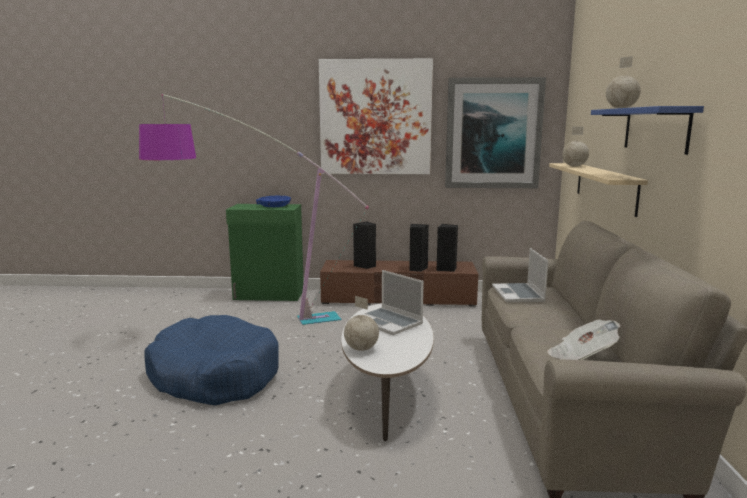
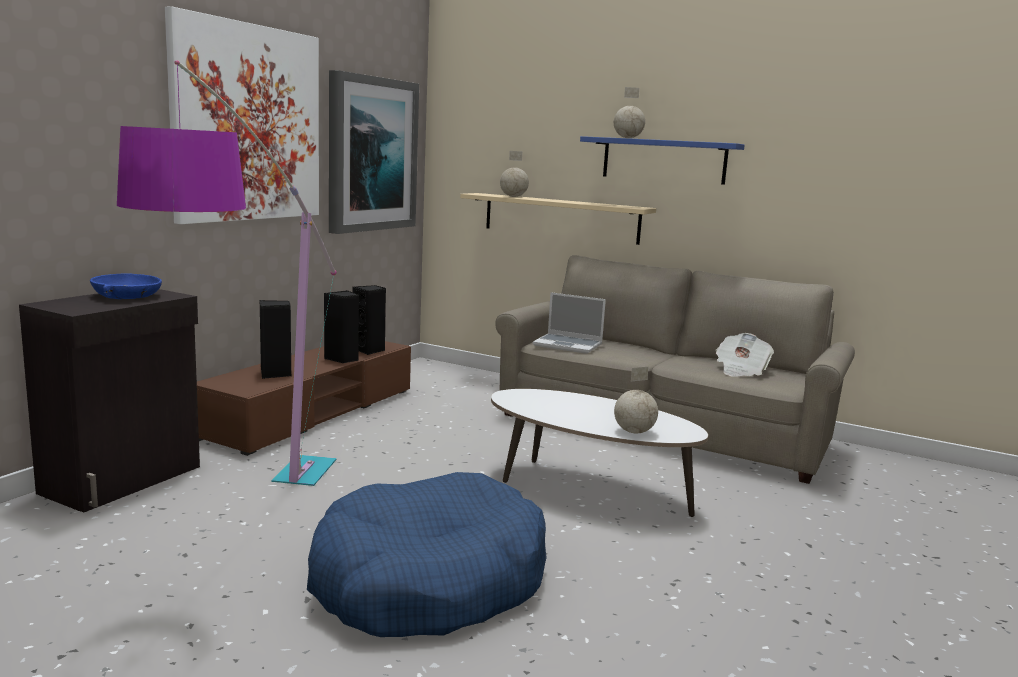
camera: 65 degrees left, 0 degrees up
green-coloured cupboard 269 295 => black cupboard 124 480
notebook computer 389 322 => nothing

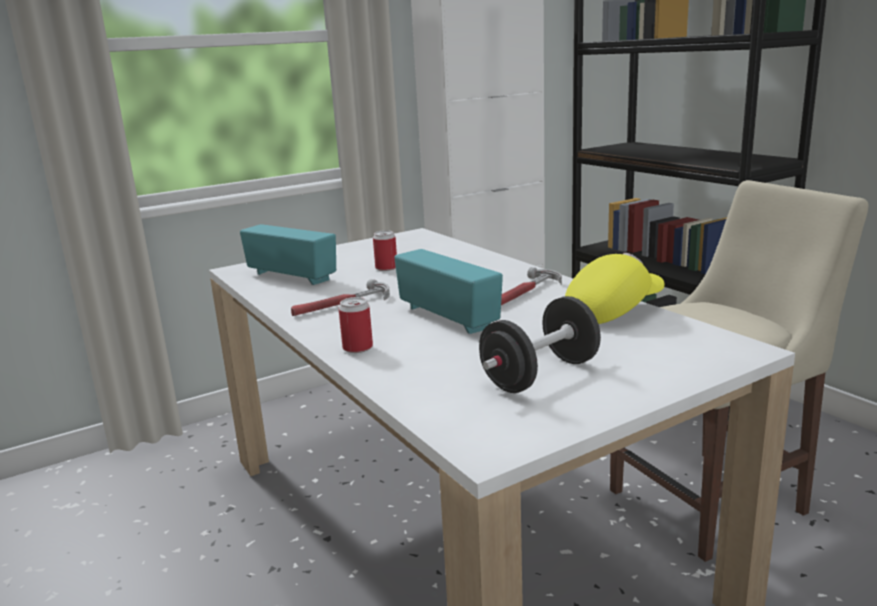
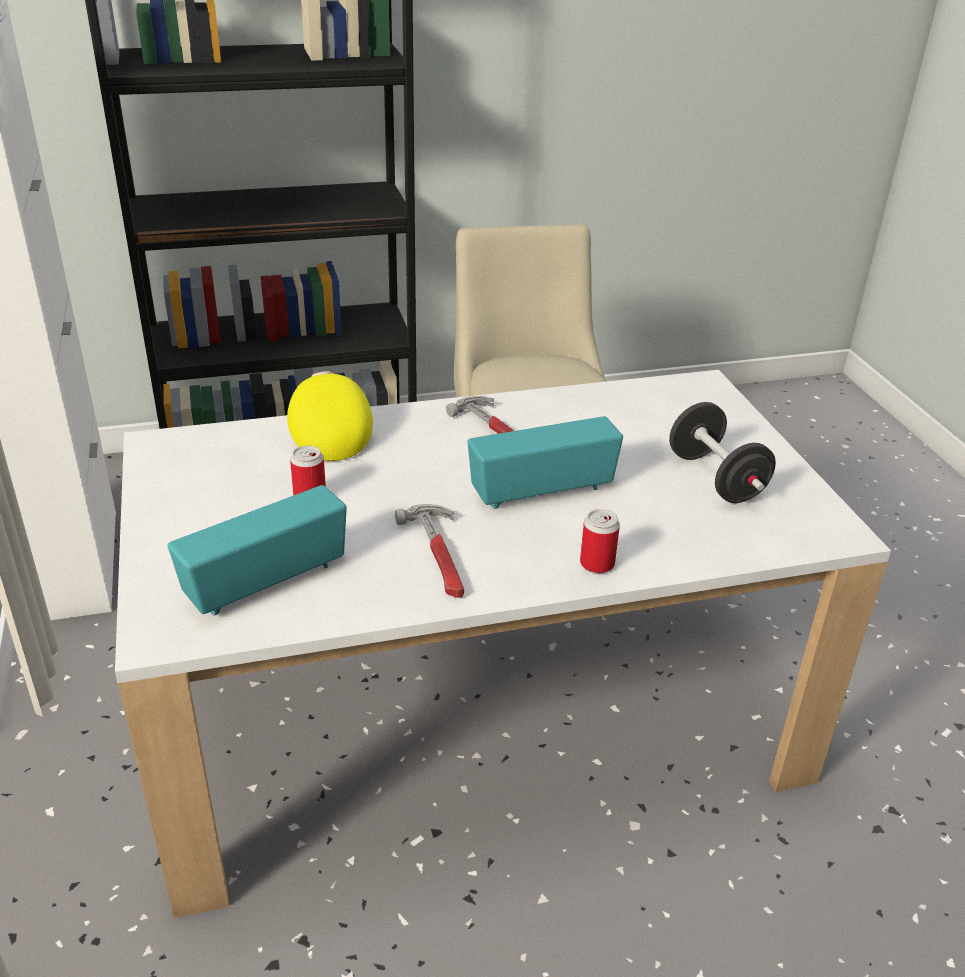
camera: 75 degrees left, 15 degrees up
yellow-coloured cap 612 311 => yellow-coloured cap 328 434, moved

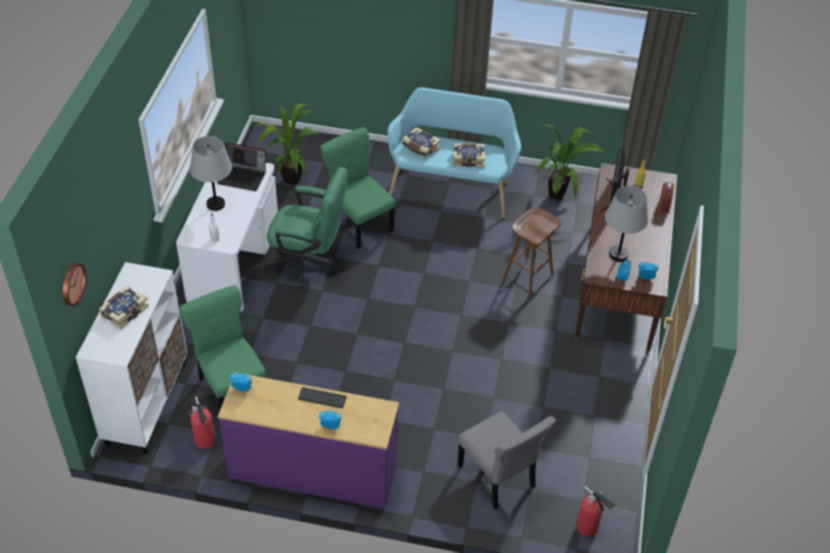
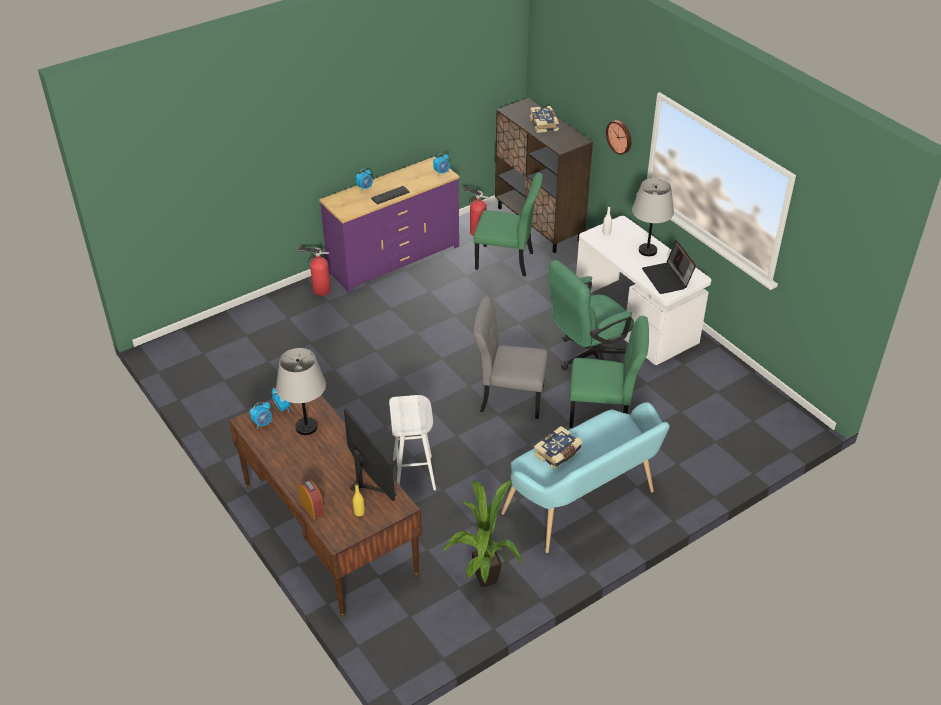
camera: 135 degrees right, 5 degrees down
houseplant 289 179 => nothing
volume 420 148 => nothing
notebook computer 243 177 => notebook computer 667 278, 75 degrees counterclockwise
brownish stool seat 527 277 => white stool seat 414 475
white cupboard 146 403 => brownish cupboard 539 224
wall clock 71 284 => wall clock 620 136, moved
gray chair 498 478 => gray chair 509 398, moved
fire-fighting cylinder 588 528 => fire-fighting cylinder 319 290, moved

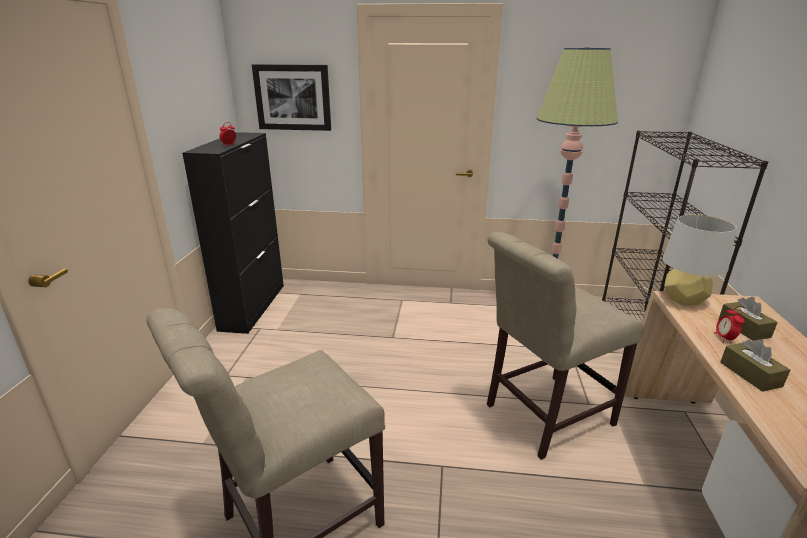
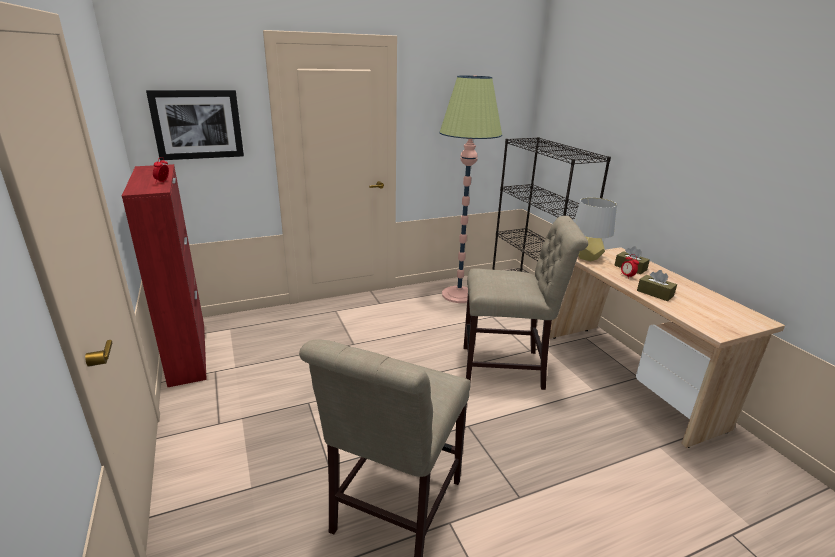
camera: 30 degrees left, 0 degrees up
black cupboard 253 306 => reddish cupboard 188 353
sand-coloured chair 543 416 => sand-coloured chair 508 368, 120 degrees counterclockwise

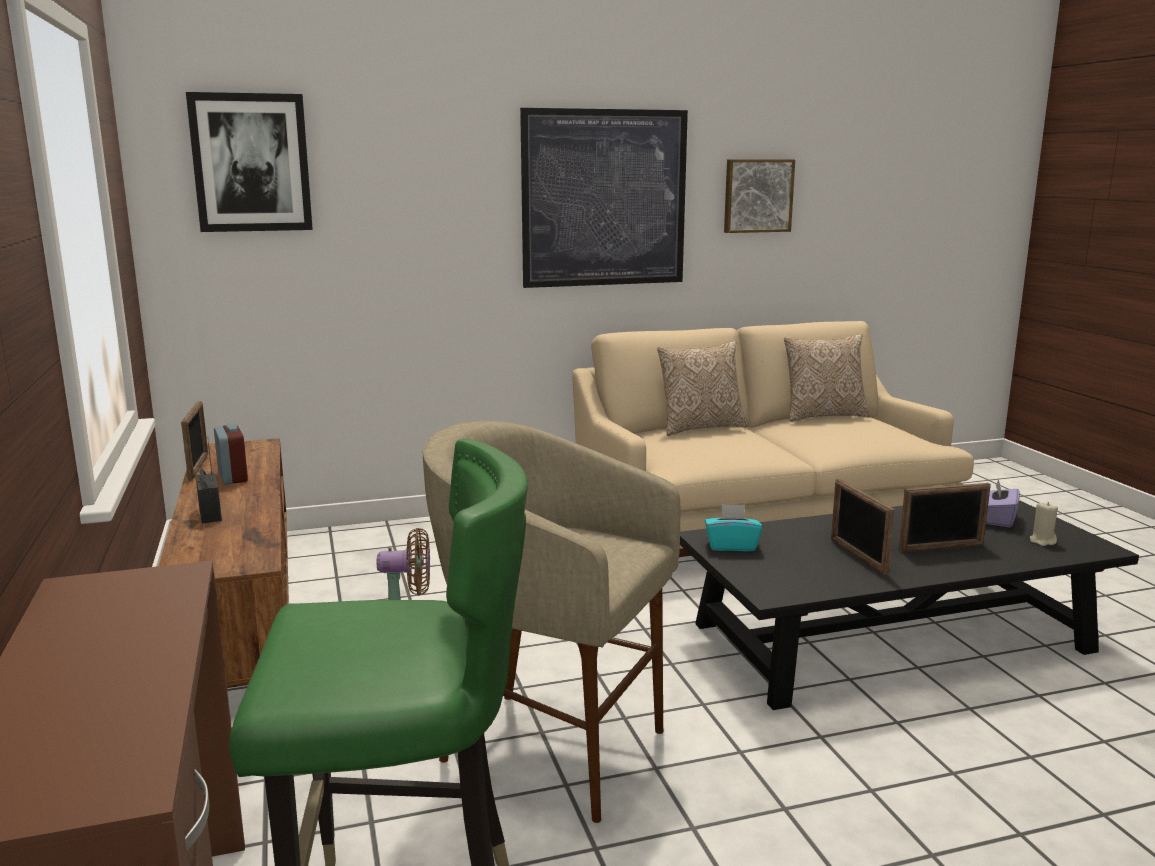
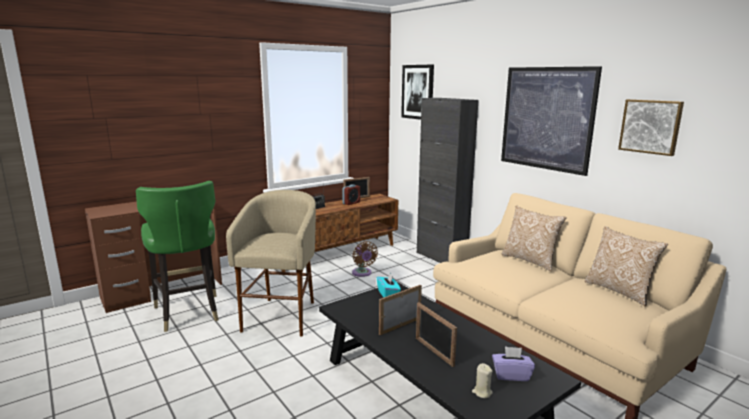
camera: 70 degrees right, 0 degrees up
nothing => black cupboard 441 258

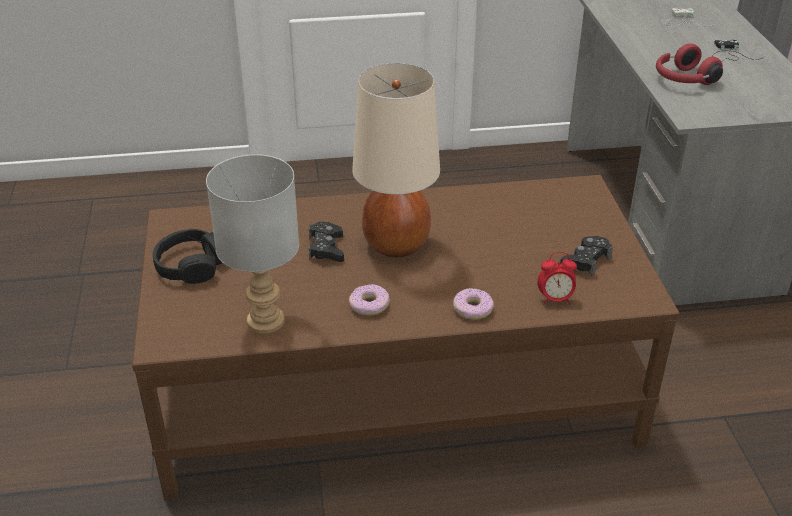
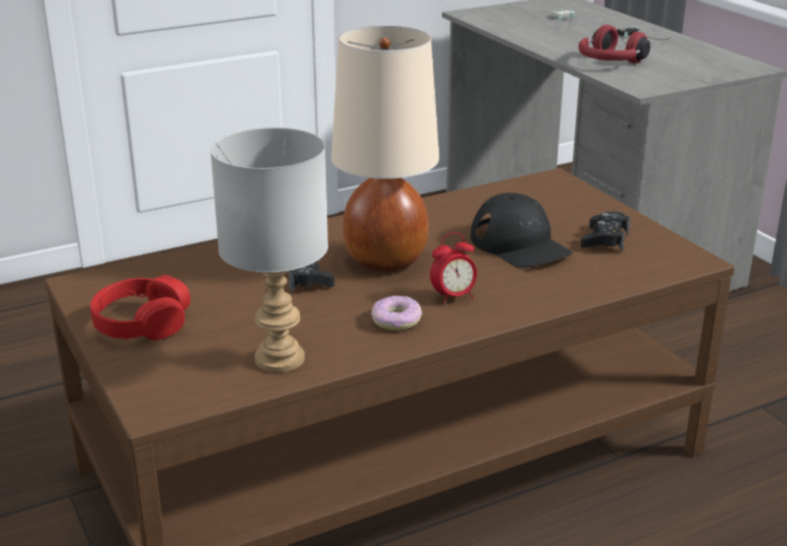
camera: 20 degrees left, 10 degrees down
black pair of headphones 191 265 => reddish pair of headphones 141 323
alarm clock 555 299 => alarm clock 453 297, moved
donut 472 309 => nothing
nothing => black cap 520 245

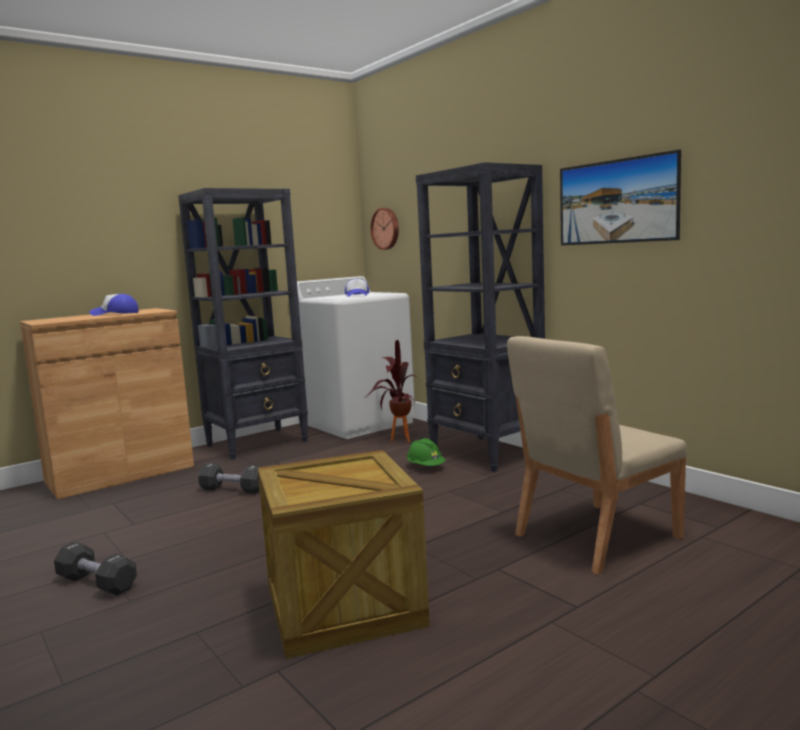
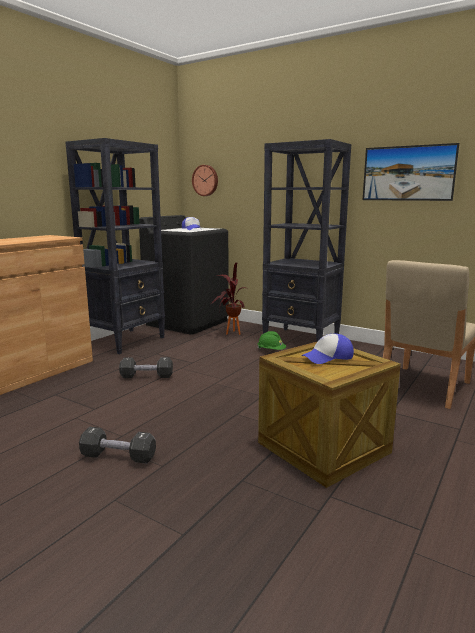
camera: 20 degrees left, 5 degrees up
white laundry machine 358 422 => black laundry machine 187 322
cap 115 314 => cap 328 357, moved

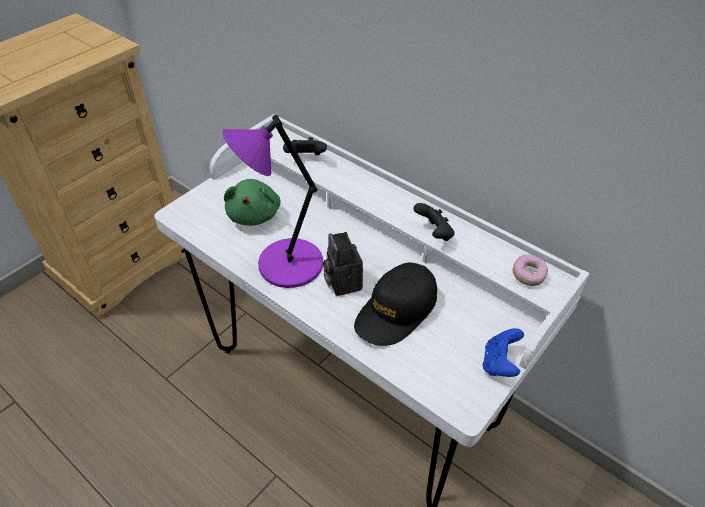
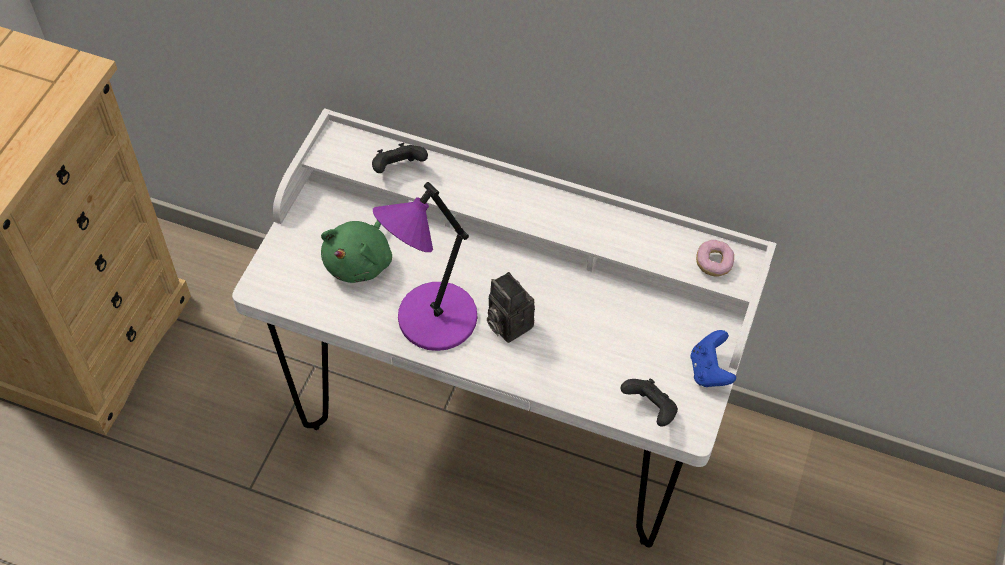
camera: 20 degrees left, 10 degrees up
green-coloured soft toy 254 214 => green-coloured soft toy 360 261, 45 degrees clockwise
black game controller 434 233 => black game controller 650 409, moved
black cap 396 311 => nothing

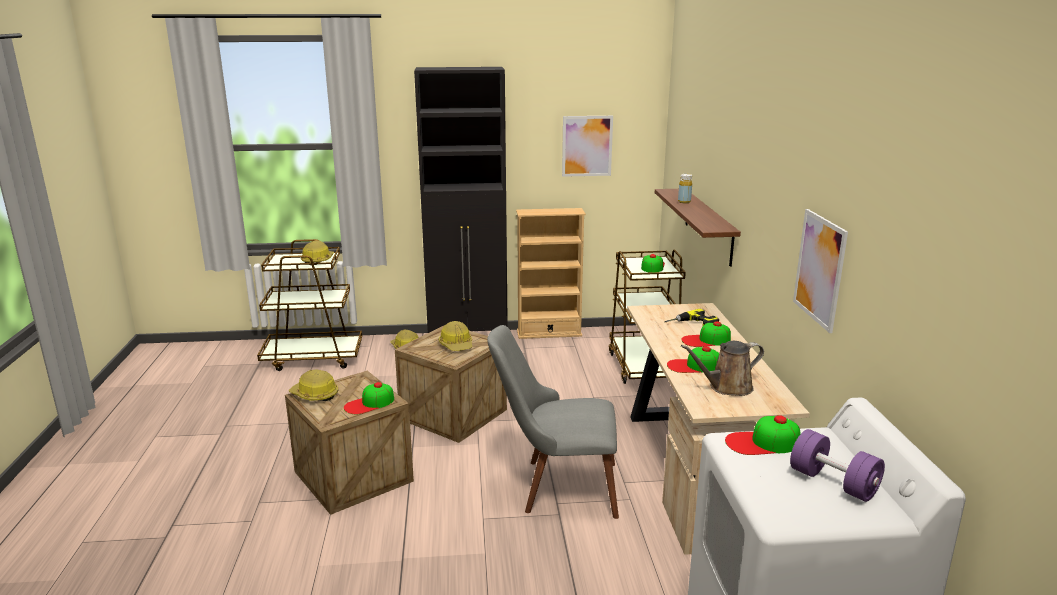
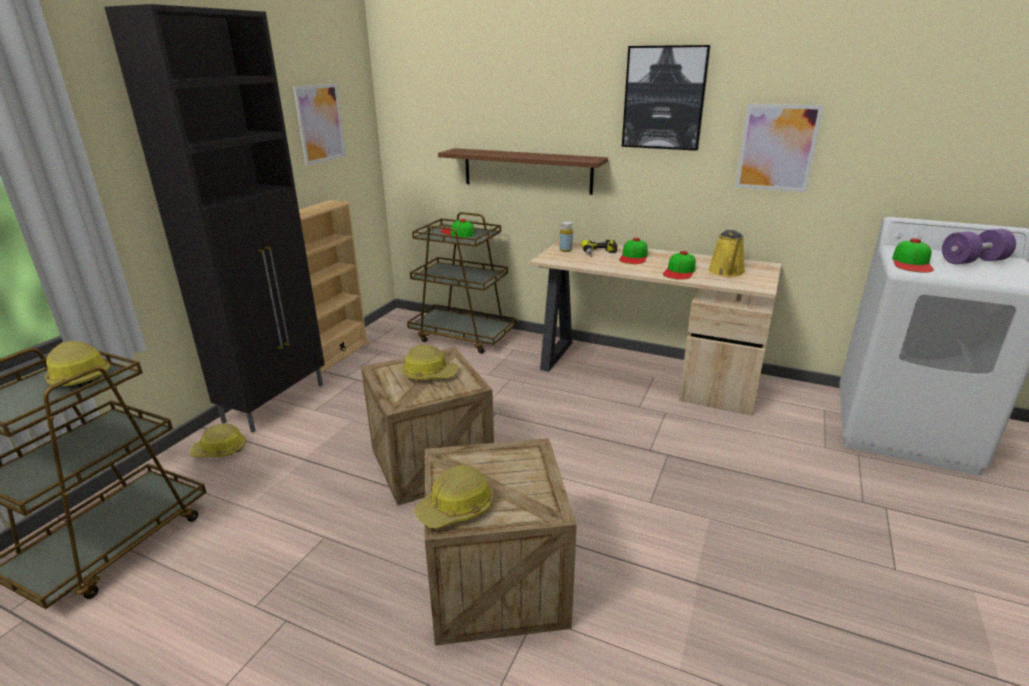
camera: 60 degrees left, 5 degrees up
yellow-coloured drink bottle 684 202 => yellow-coloured drink bottle 565 250, moved
gray chair 556 487 => nothing
brownish watering pot 727 387 => yellow-coloured watering pot 727 272
cap 369 403 => nothing
nothing => picture 664 98

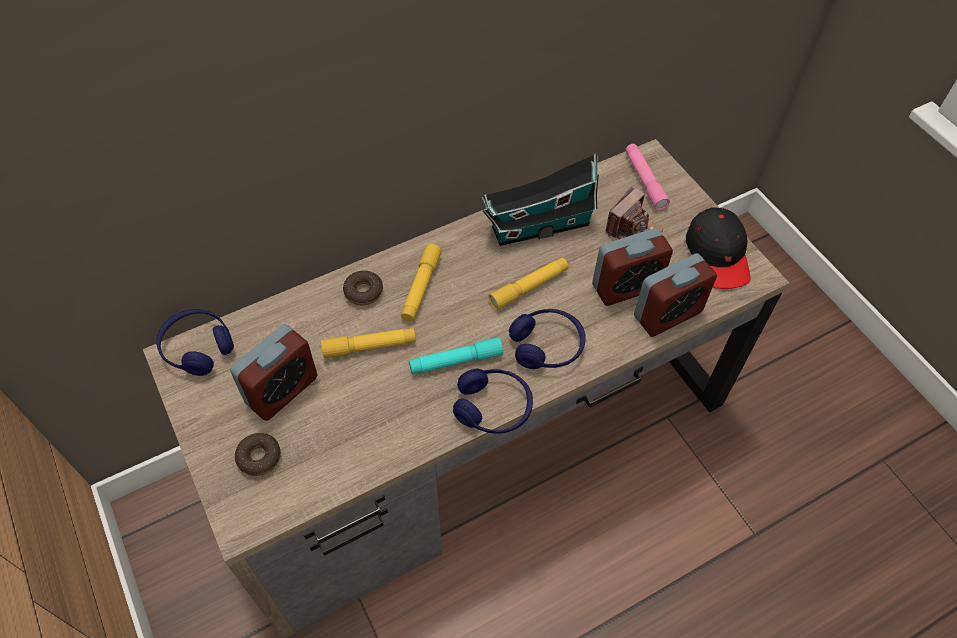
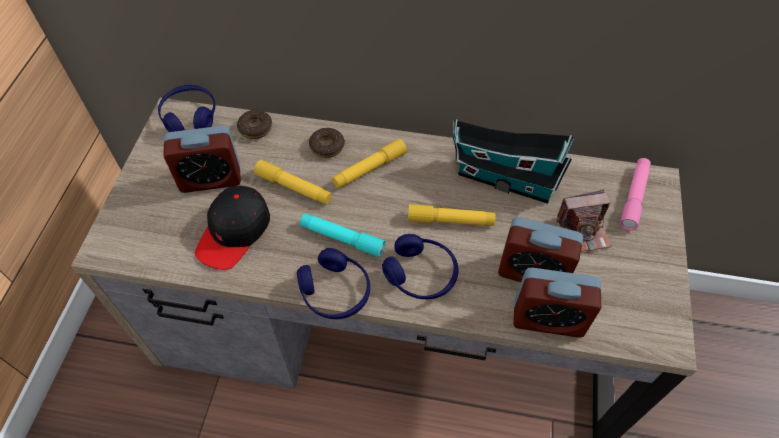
camera: 40 degrees right, 0 degrees up
black cap 717 255 => black cap 234 232, moved
donut 259 457 => donut 255 128, moved

